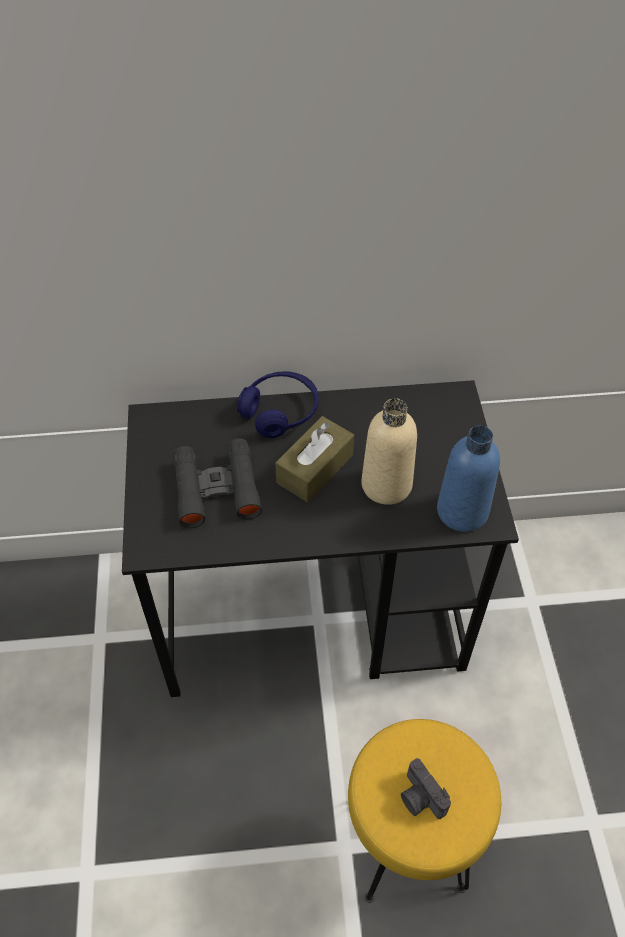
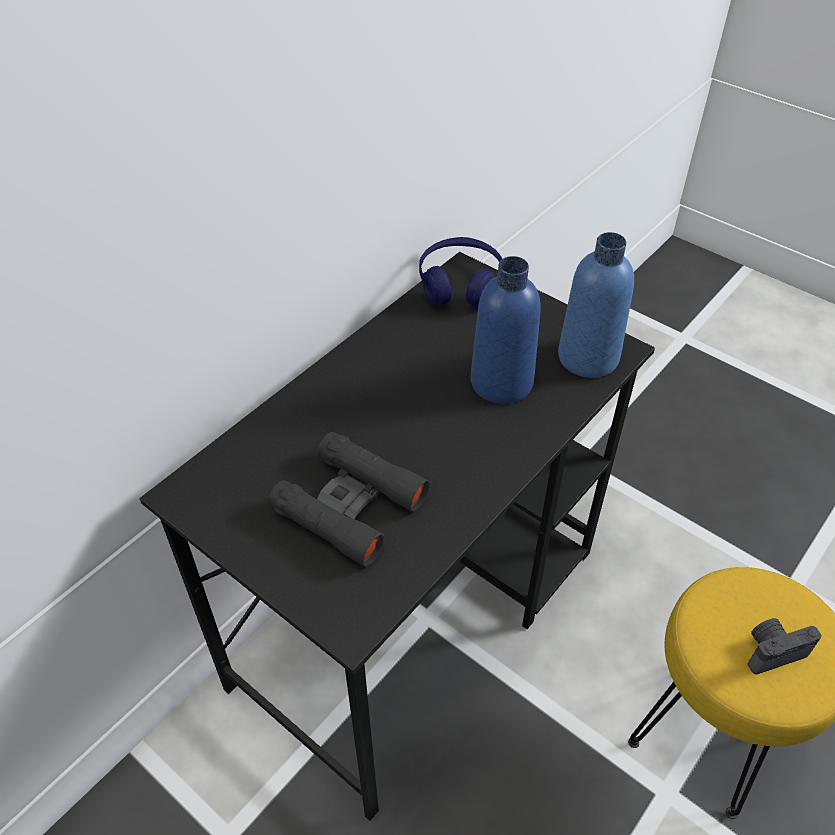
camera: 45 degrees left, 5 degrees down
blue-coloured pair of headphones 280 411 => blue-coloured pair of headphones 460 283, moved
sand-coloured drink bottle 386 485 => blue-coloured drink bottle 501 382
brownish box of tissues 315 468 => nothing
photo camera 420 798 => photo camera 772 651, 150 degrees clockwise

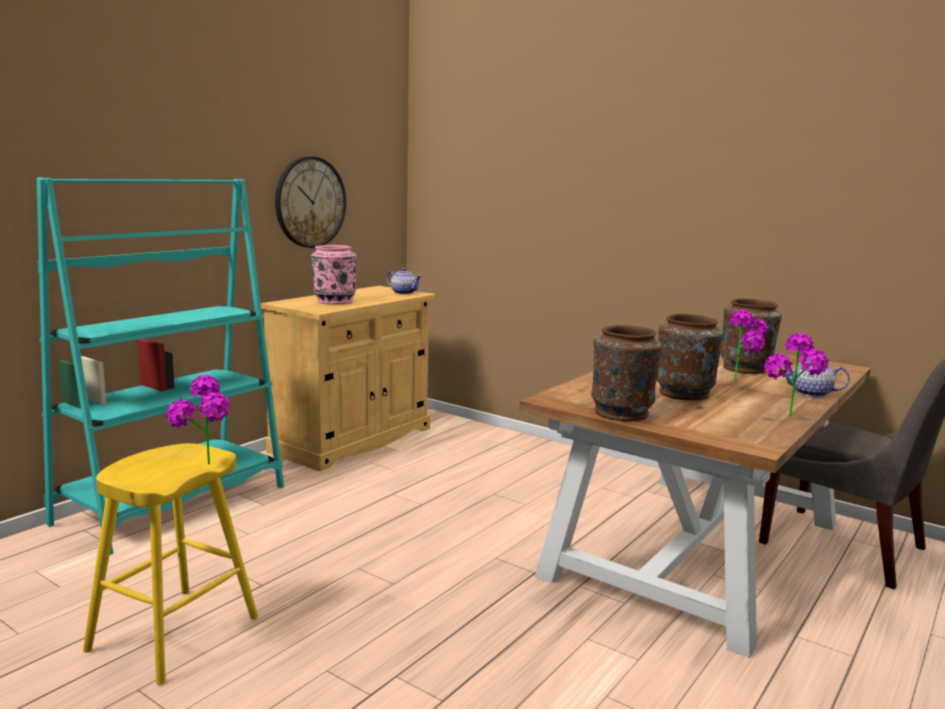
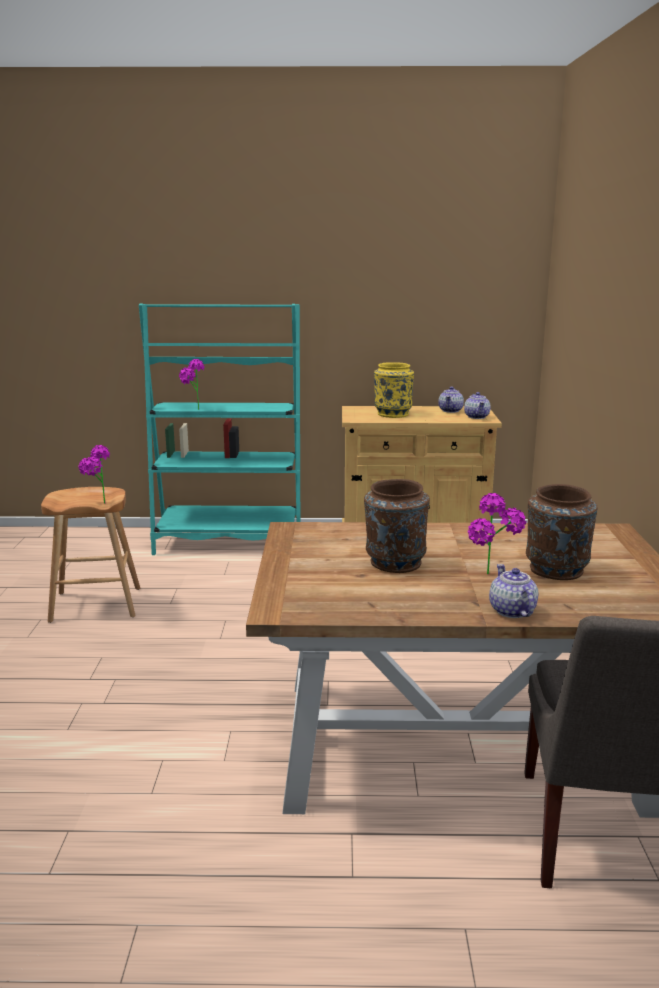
camera: 55 degrees right, 5 degrees up
wall clock 310 202 => nothing
pinkish decorative vase 334 301 => yellow-coloured decorative vase 392 414
brownish decorative vase 622 412 => nothing
houseplant 790 419 => houseplant 192 410, moved
yellow-coloured stool seat 173 634 => brownish stool seat 95 605
nothing => tea pot 451 410

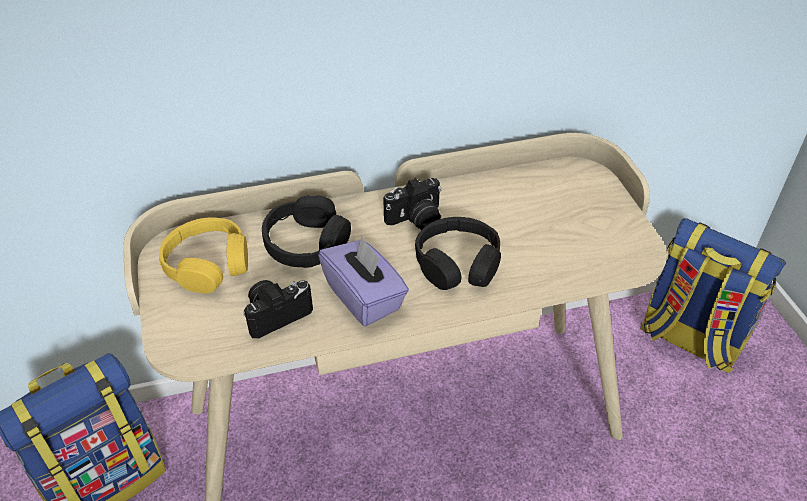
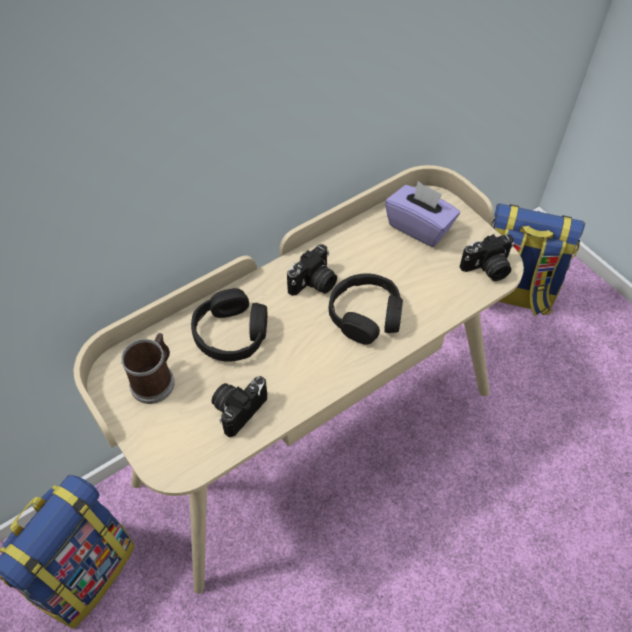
camera: 20 degrees left, 10 degrees up
yellow-coloured pair of headphones 208 264 => mug 155 380
purple-coloured box of tissues 364 297 => purple-coloured box of tissues 419 227, moved
nothing => photo camera 487 269

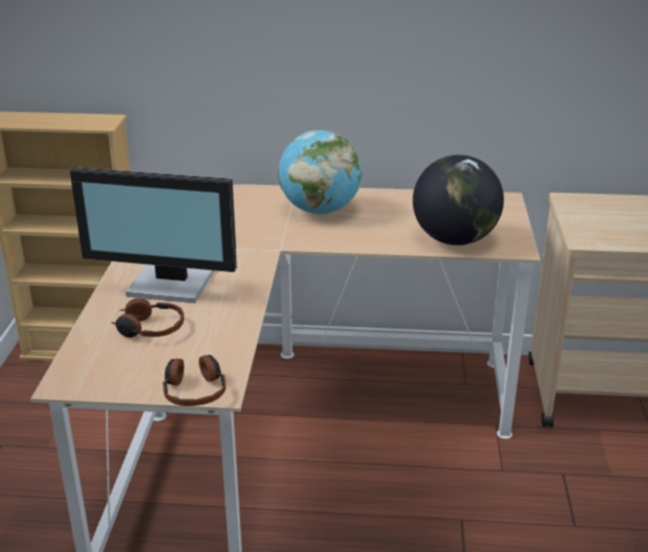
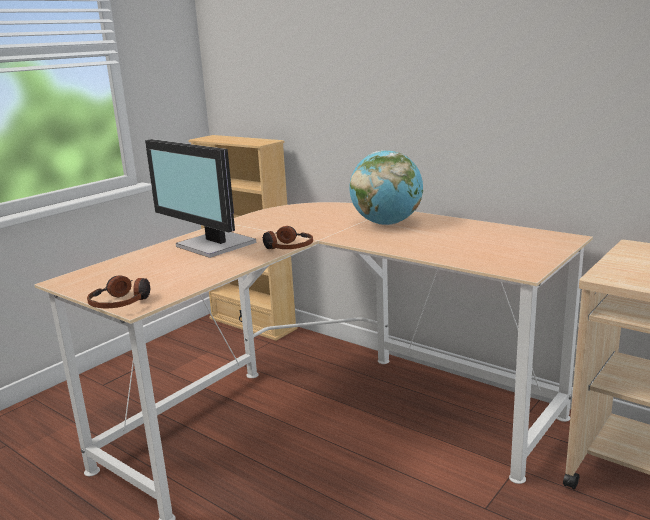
camera: 35 degrees right, 10 degrees down
globe 454 240 => nothing
pair of headphones 149 328 => pair of headphones 287 247, moved

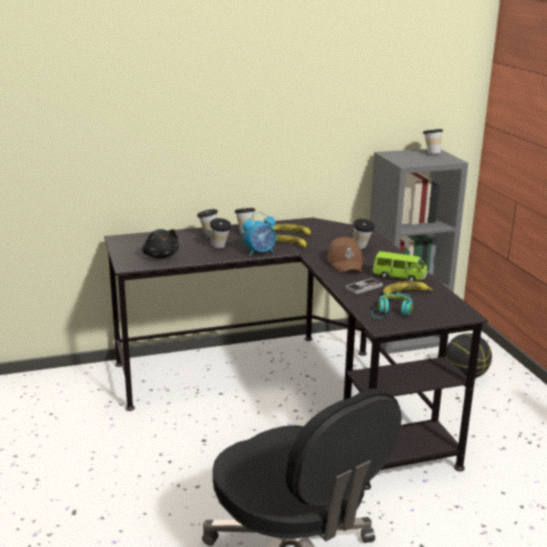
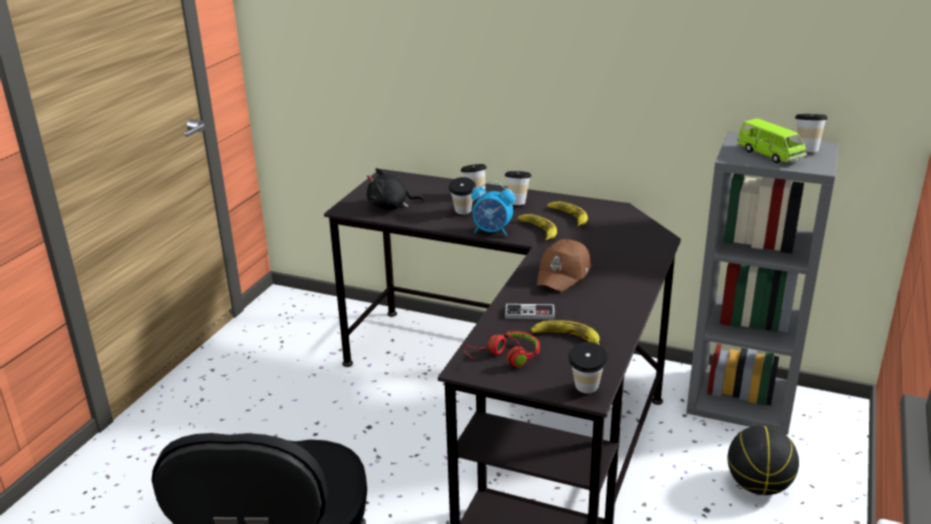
camera: 40 degrees right, 5 degrees up
cup 362 248 => cup 586 391, moved
black soft toy 161 256 => black soft toy 391 206, 75 degrees clockwise
green-coloured model car 399 277 => green-coloured model car 769 155, moved
turquoise pair of headphones 392 312 => reddish pair of headphones 506 357

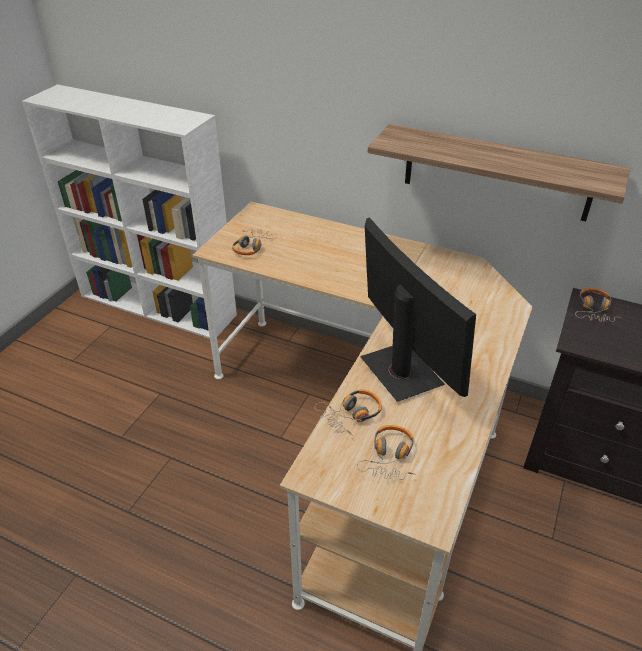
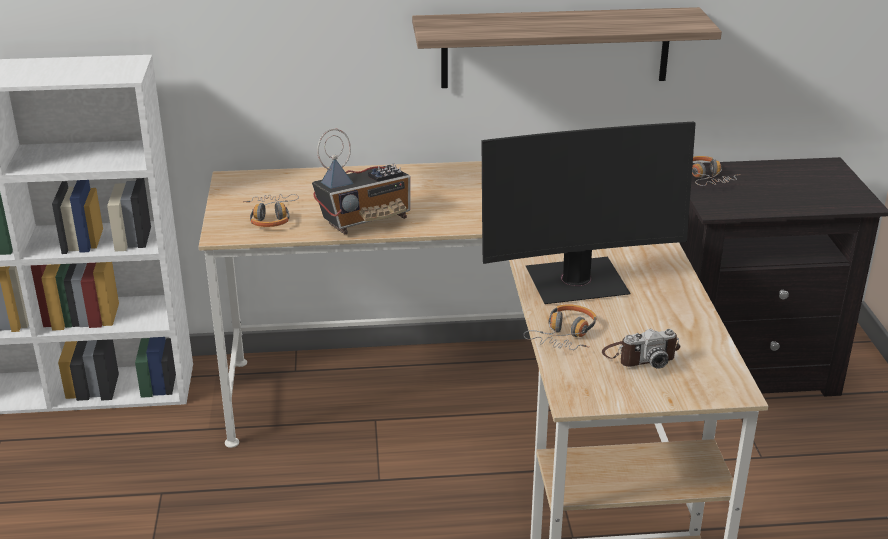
camera: 30 degrees left, 10 degrees down
computer screen 401 372 => computer screen 577 283, 135 degrees clockwise
pair of headphones 389 457 => photo camera 640 355
nothing => radio receiver 366 221

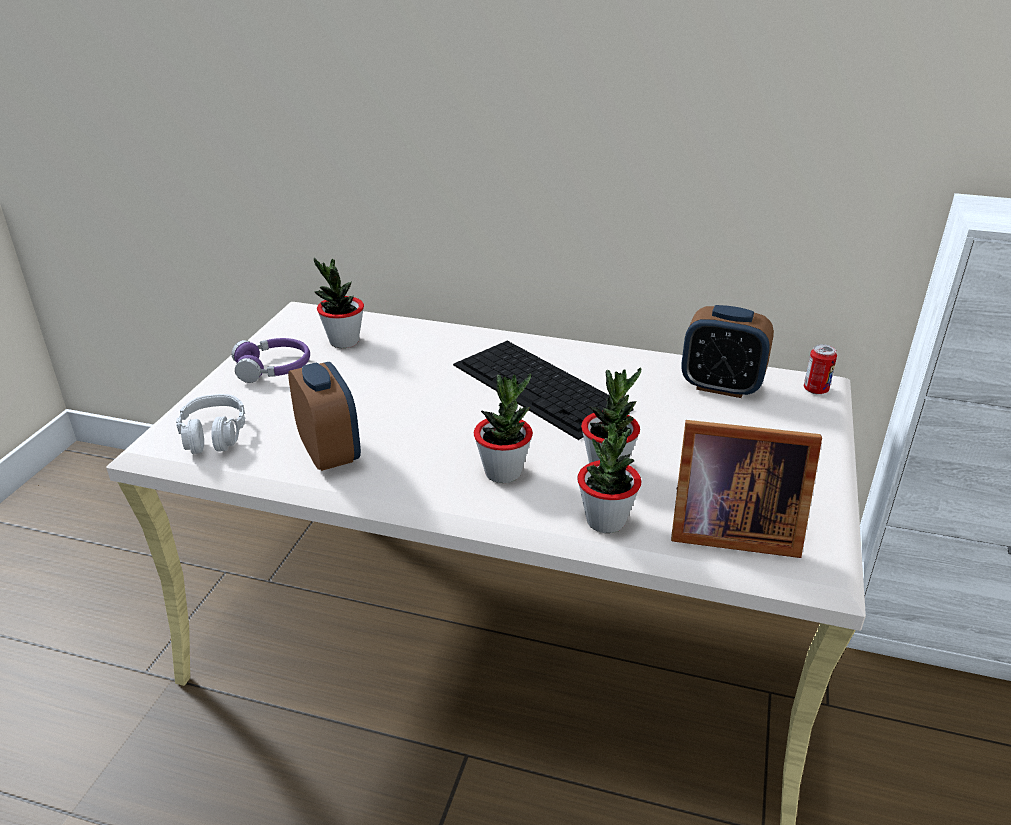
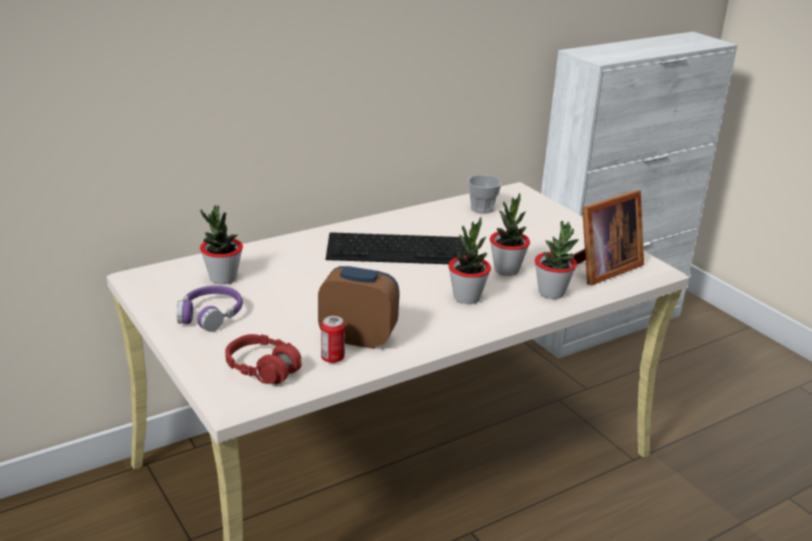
camera: 50 degrees left, 5 degrees down
alarm clock 721 386 => cup 482 208
can 815 390 => can 332 358, moved
gray pair of headphones 213 435 => reddish pair of headphones 263 369

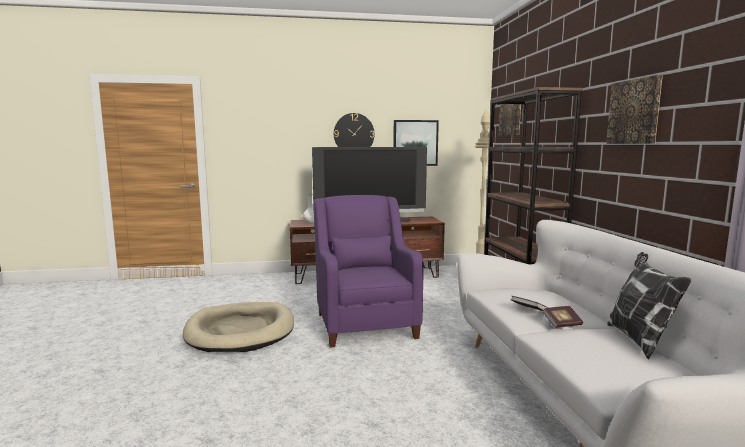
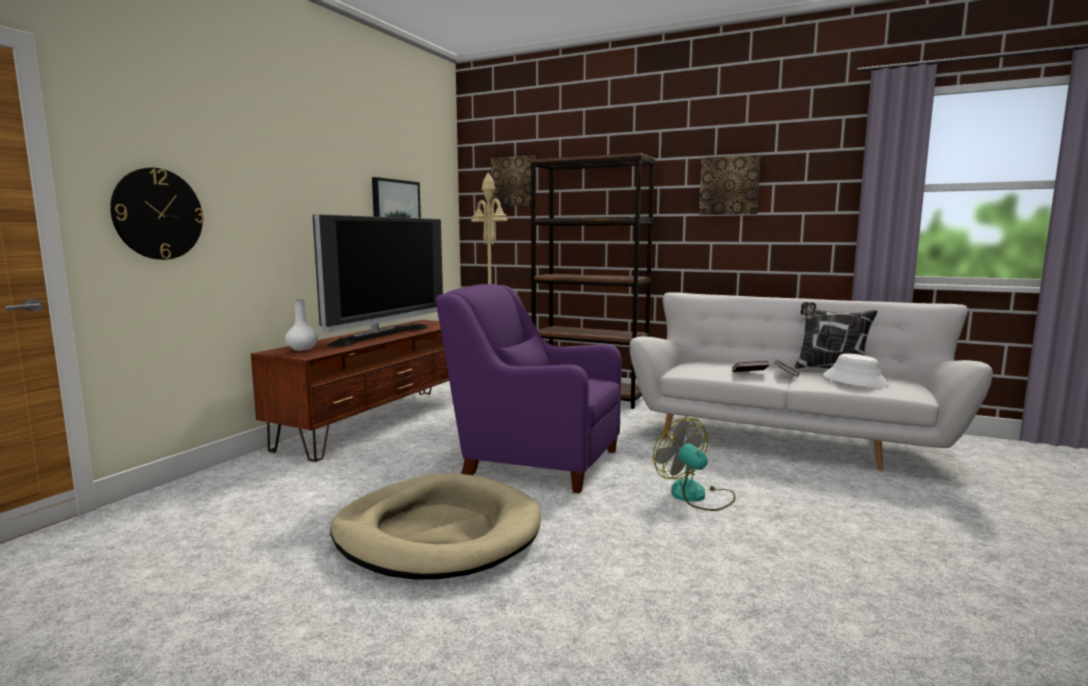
camera: 55 degrees left, 0 degrees up
wall clock 354 134 => wall clock 158 214, moved
nothing => white wearable hat 855 381
nothing => fan 696 496

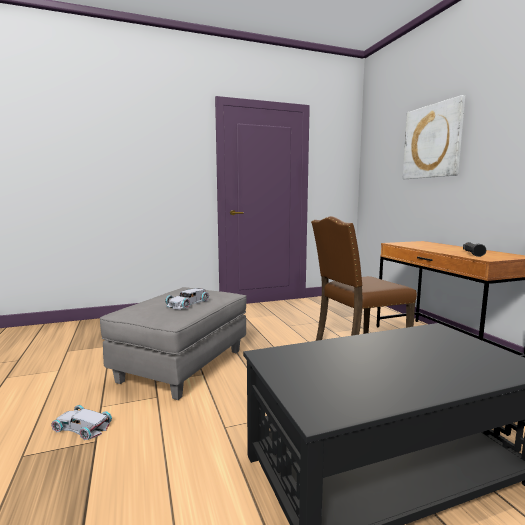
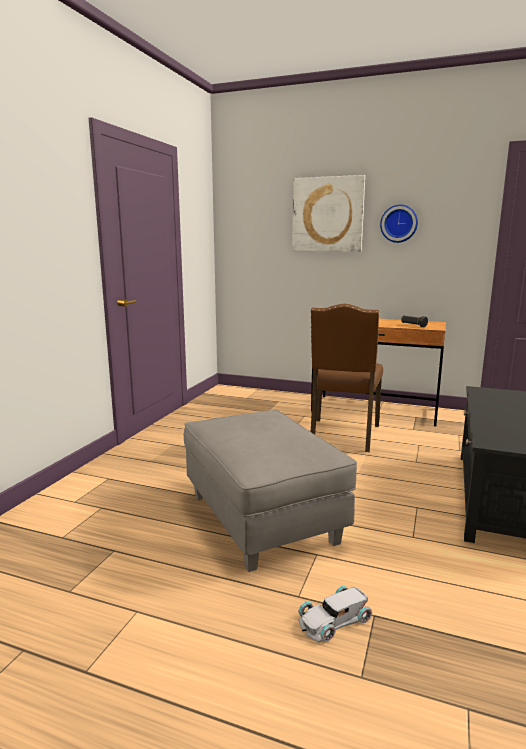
camera: 50 degrees left, 5 degrees up
white model car 187 303 => nothing
nothing => wall clock 399 223

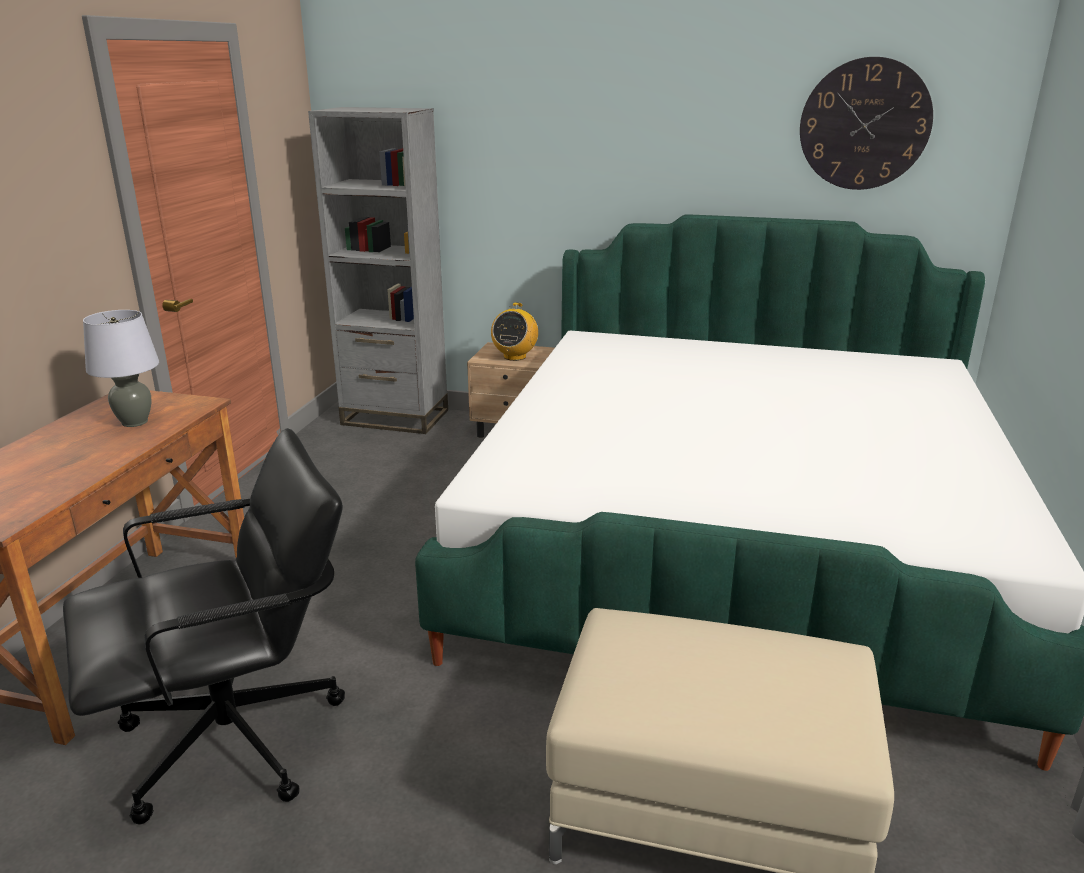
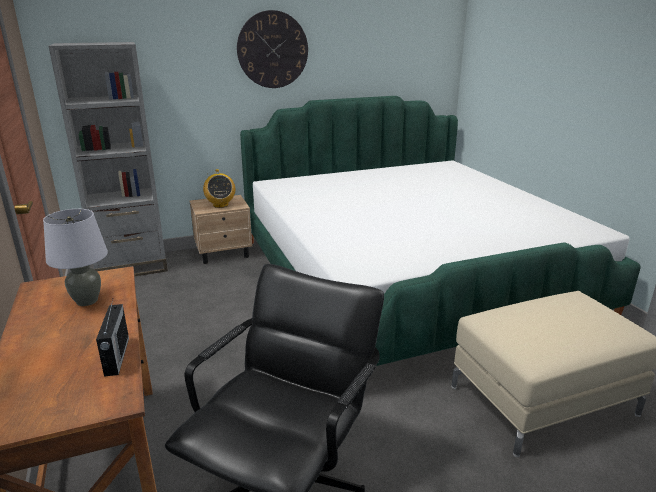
camera: 35 degrees left, 0 degrees up
wall clock 864 124 => wall clock 272 50, moved
nothing => radio receiver 116 357

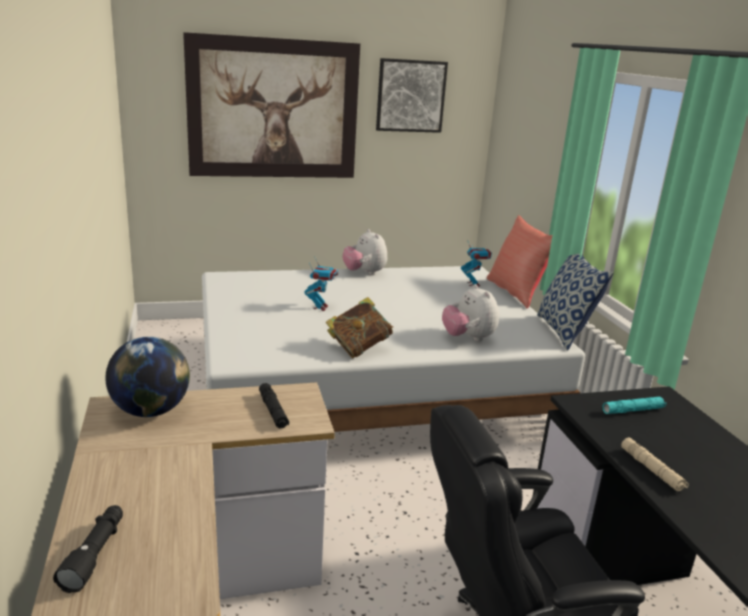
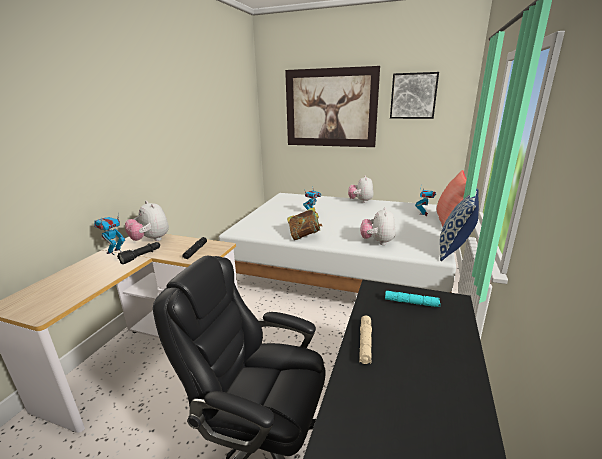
camera: 35 degrees right, 0 degrees up
globe 151 411 => soft toy 151 240
black torch 95 554 => black torch 141 256, moved
nothing => model robot 114 252

